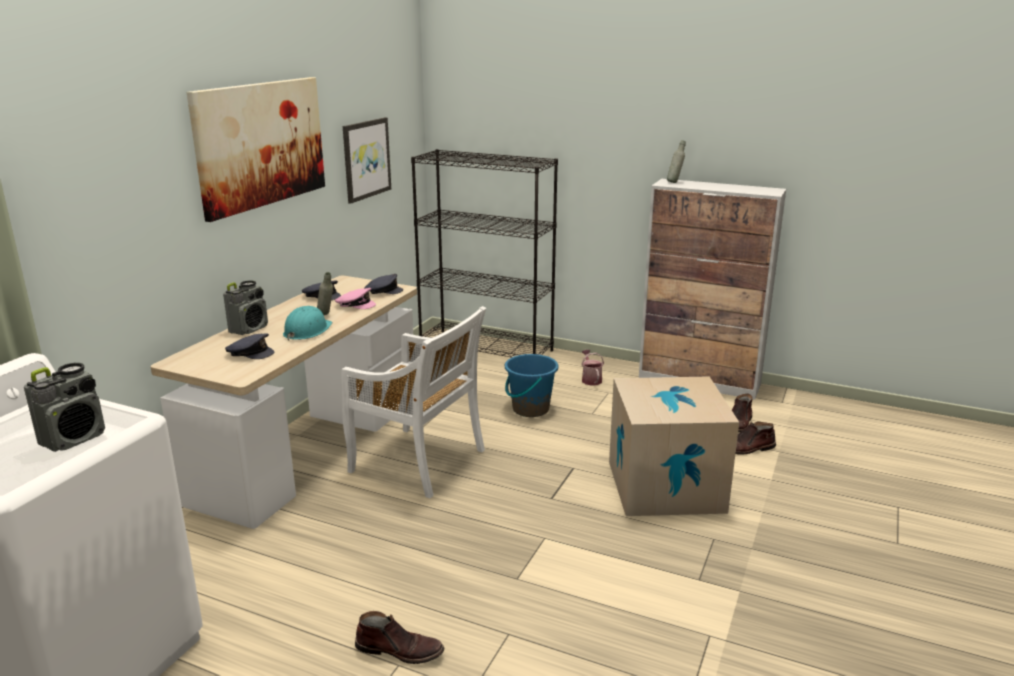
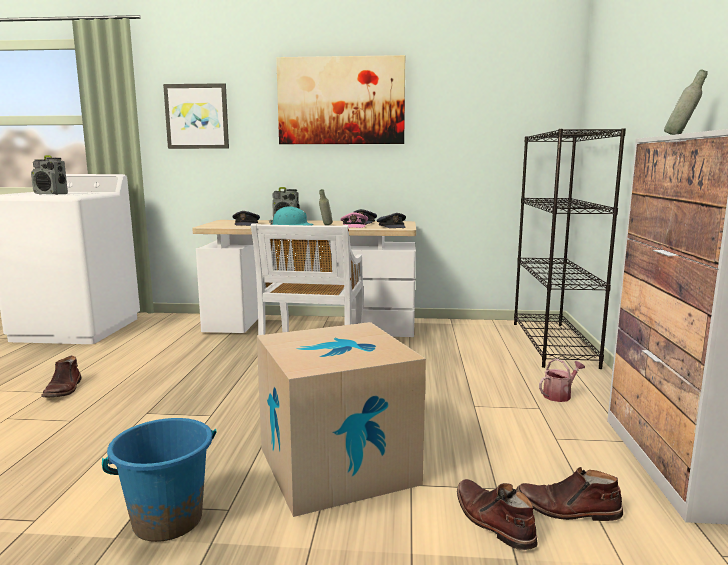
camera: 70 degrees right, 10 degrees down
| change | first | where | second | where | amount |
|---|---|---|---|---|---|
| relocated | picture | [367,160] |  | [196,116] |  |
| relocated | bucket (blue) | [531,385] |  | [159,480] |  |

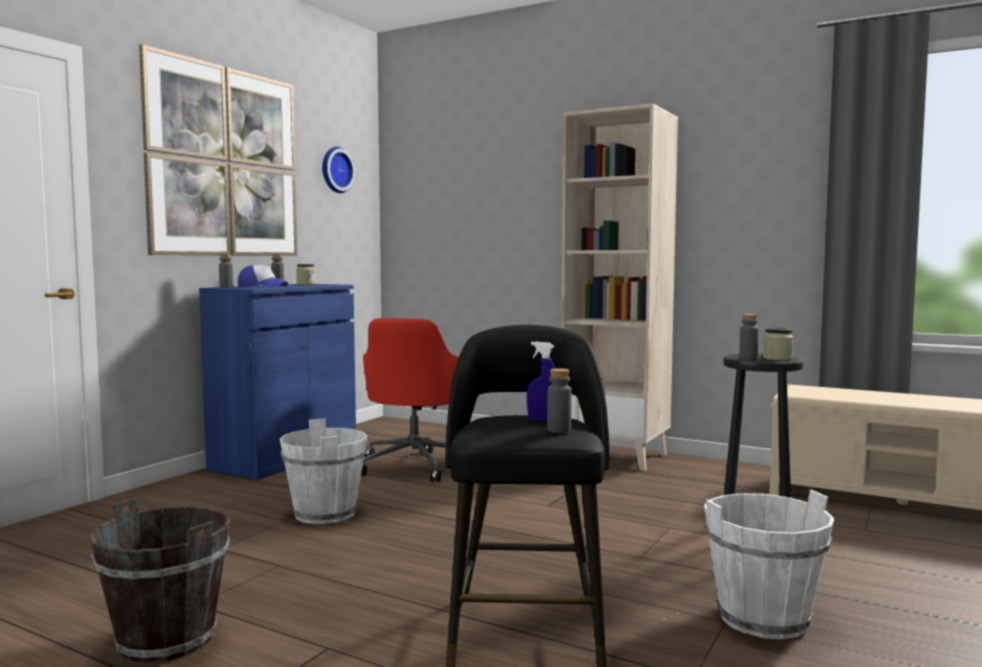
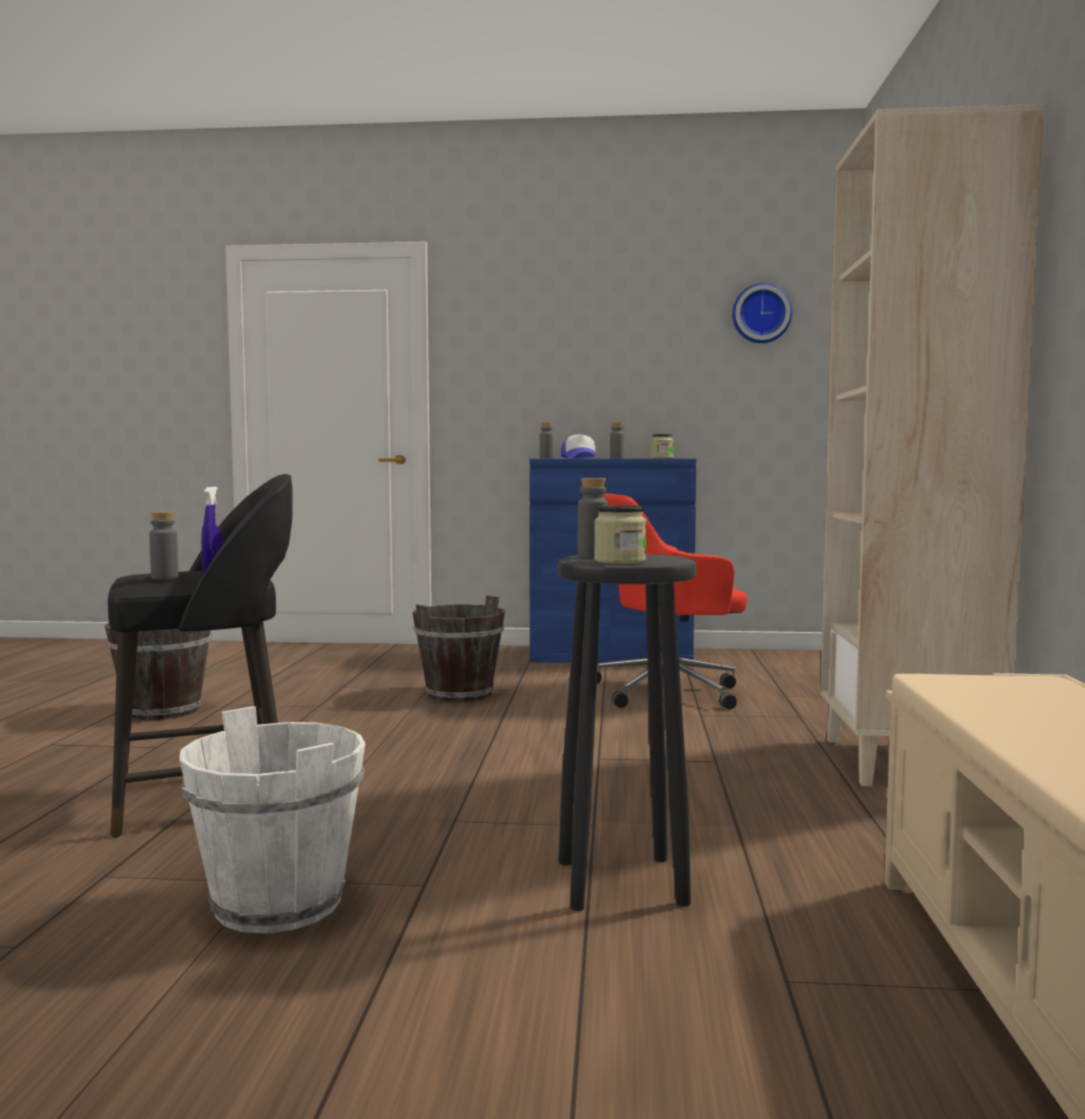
camera: 65 degrees right, 0 degrees up
| change | first | where | second | where | amount |
|---|---|---|---|---|---|
| missing | picture | [218,150] |  |  |  |
| colour | bucket (white) | [323,471] | bucket (brown) | [458,648] |  |

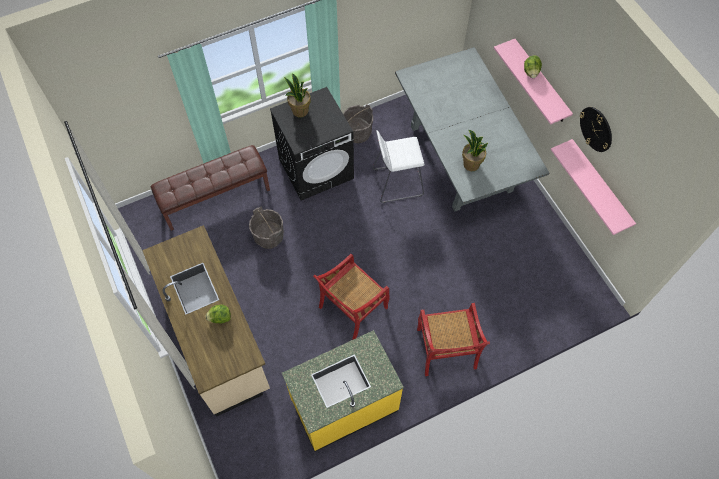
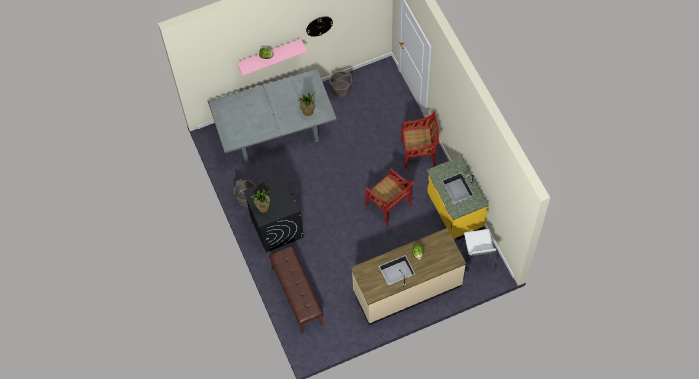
camera: 85 degrees left, 0 degrees up
| change | first | where | second | where | amount |
|---|---|---|---|---|---|
| relocated | bucket (grey) | [266,227] |  | [340,84] |  |
| relocated | stool (white) | [398,167] |  | [477,252] |  |
| missing | shelf (pink) | [593,187] |  |  |  |

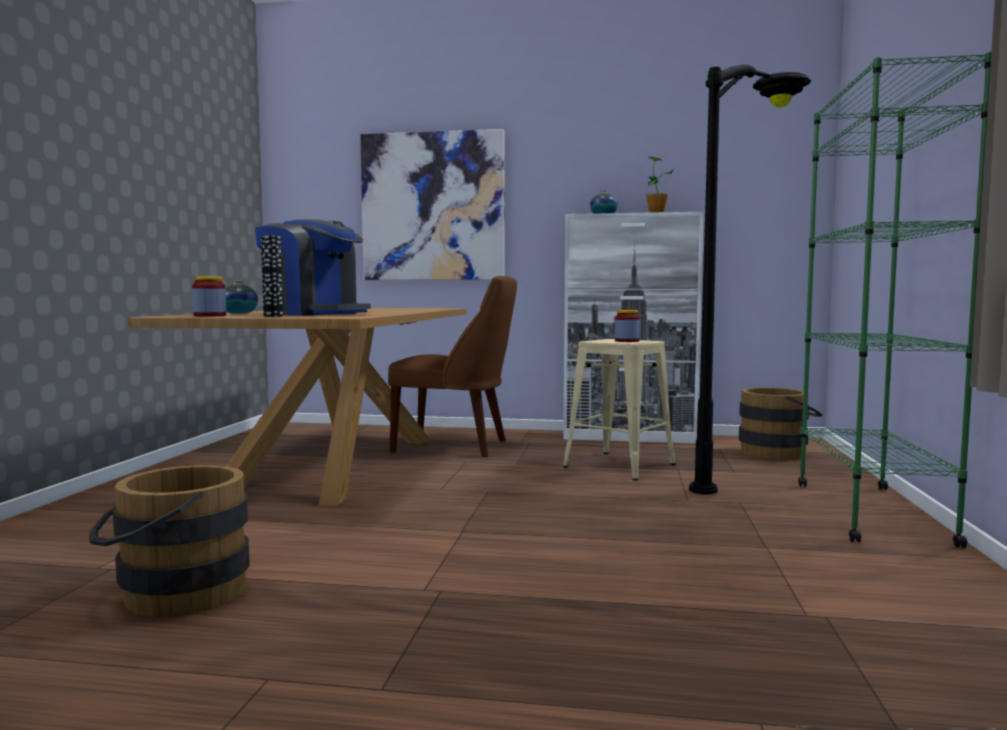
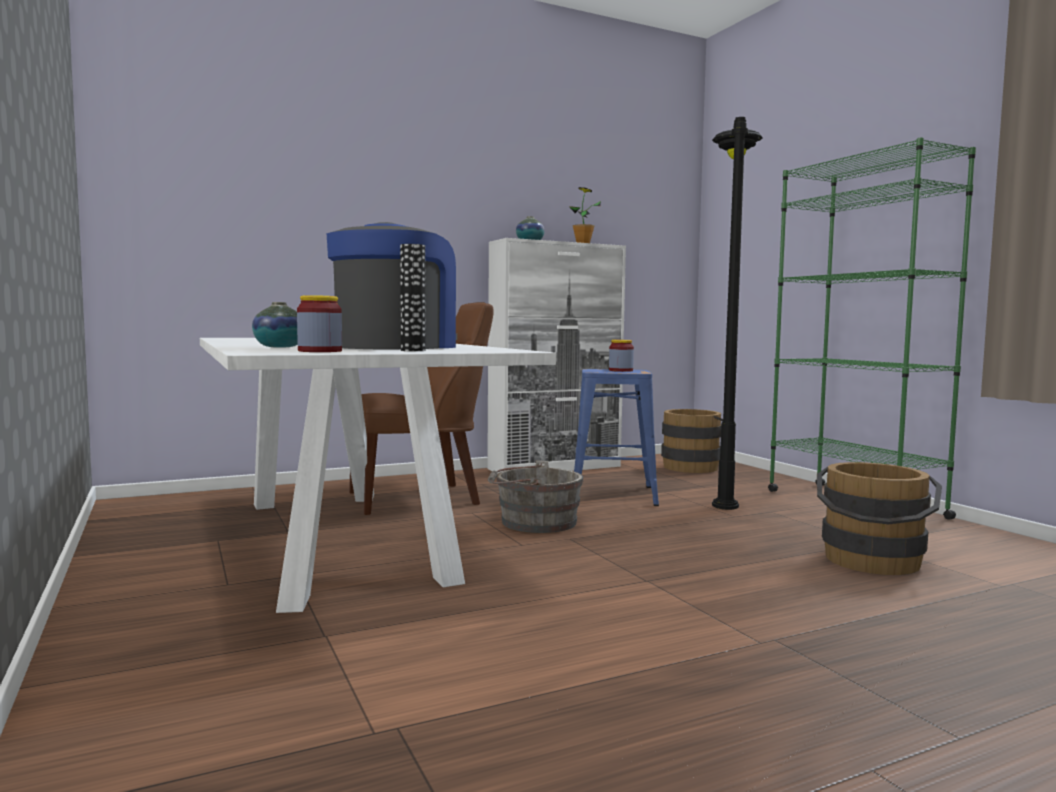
camera: 35 degrees left, 0 degrees up
| change | first | where | second | where | amount |
|---|---|---|---|---|---|
| relocated | bucket (brown) | [169,541] |  | [879,518] |  |
| colour | dining table (brown) | [297,407] | dining table (white) | [378,475] |  |
| spun | coffee machine | [313,267] |  | [391,286] | 60 degrees counterclockwise |
| missing | picture | [433,204] |  |  |  |
| colour | stool (beige) | [619,410] | stool (blue) | [616,437] |  |
| appeared |  |  | bucket (grey) | [536,496] |  |

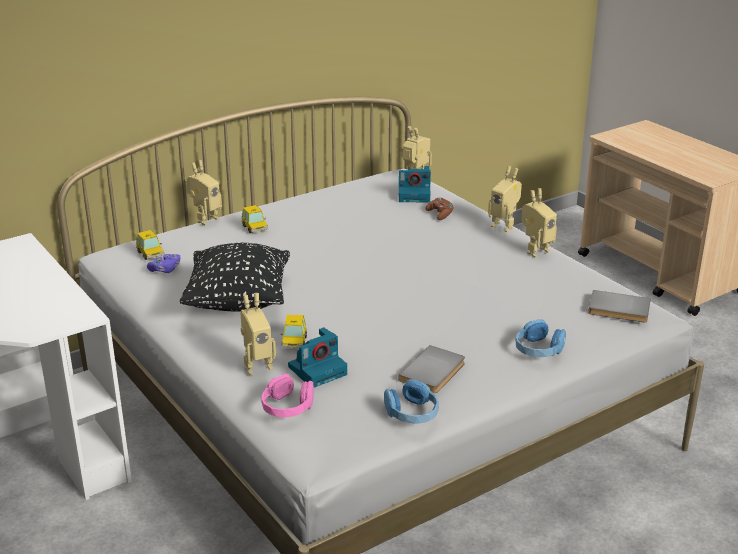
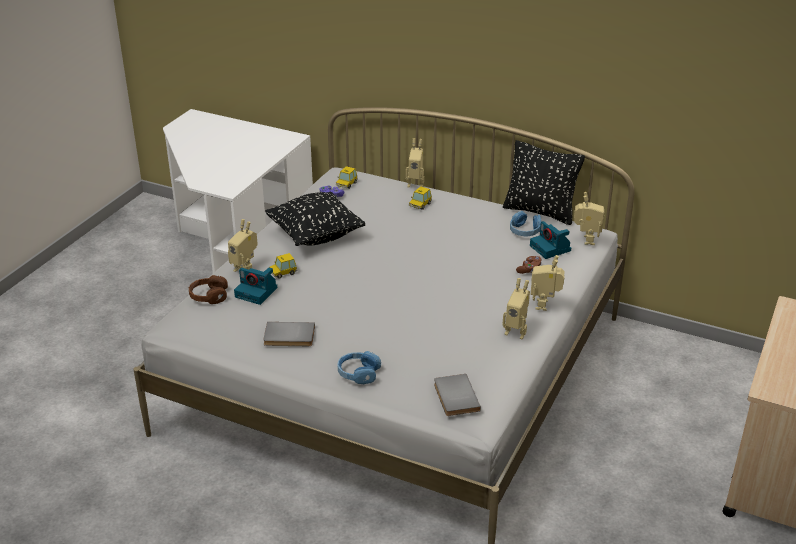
camera: 60 degrees right, 5 degrees up
| change | first | where | second | where | amount |
|---|---|---|---|---|---|
| colour | headphones (pink) | [287,395] | headphones (brown) | [208,289] |  |
| relocated | headphones (blue) | [411,401] |  | [526,223] |  |
| appeared |  |  | pillow (black) | [544,182] |  |

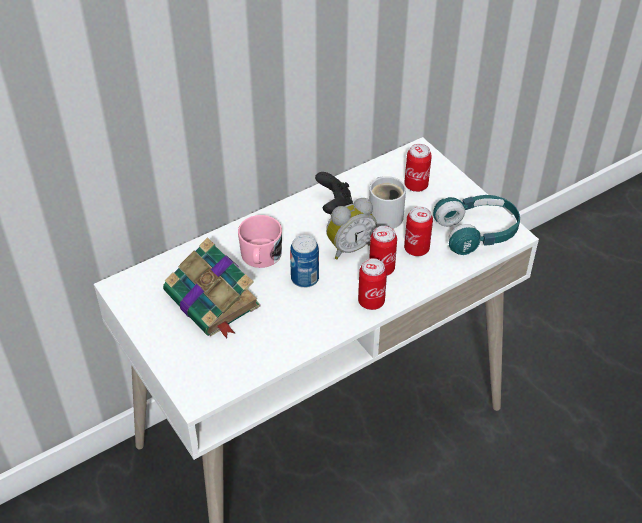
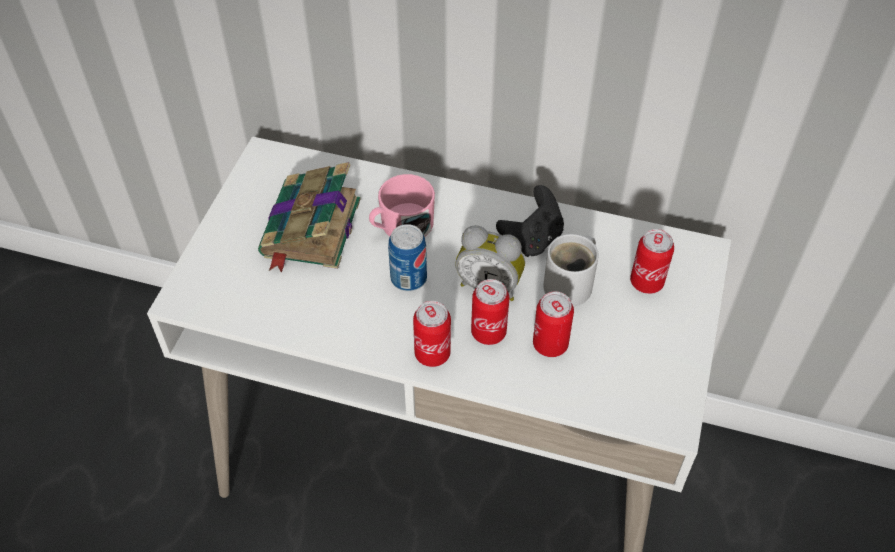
camera: 50 degrees right, 5 degrees up
| change | first | where | second | where | amount |
|---|---|---|---|---|---|
| missing | headphones (turquoise) | [476,225] |  |  |  |

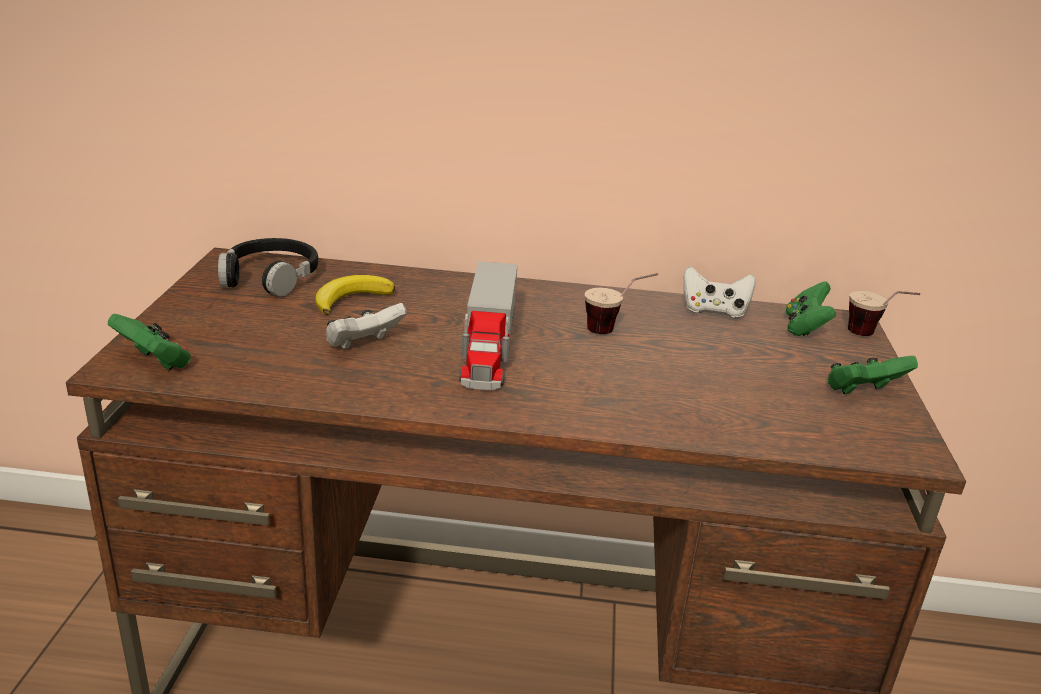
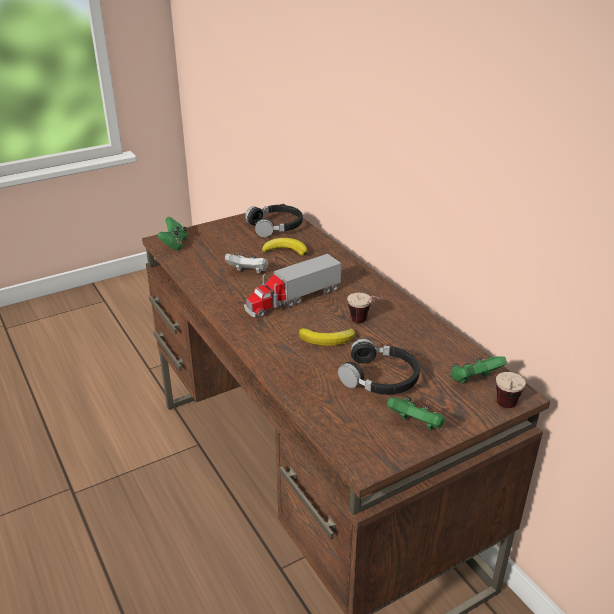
camera: 55 degrees right, 5 degrees up
| change | first | where | second | where | amount |
|---|---|---|---|---|---|
| missing | game controller (white) | [719,292] |  |  |  |
| appeared |  |  | banana | [327,337] |  |
| appeared |  |  | headphones (black) | [379,367] |  |

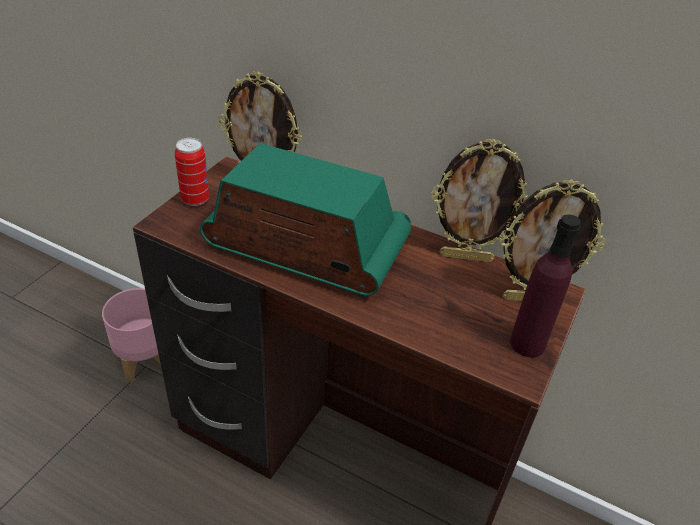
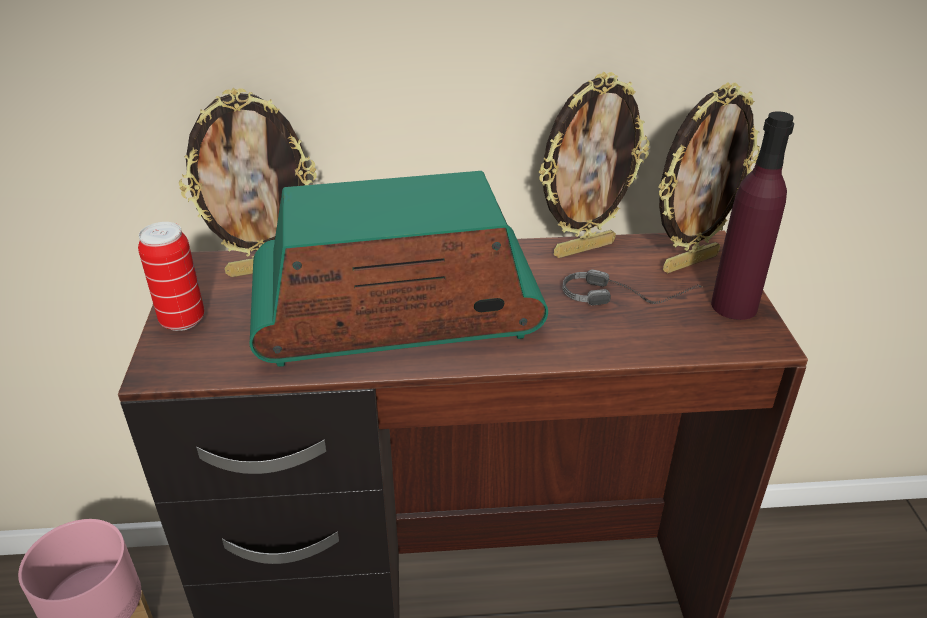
camera: 30 degrees left, 5 degrees down
| change | first | where | second | where | amount |
|---|---|---|---|---|---|
| appeared |  |  | headphones | [632,287] |  |

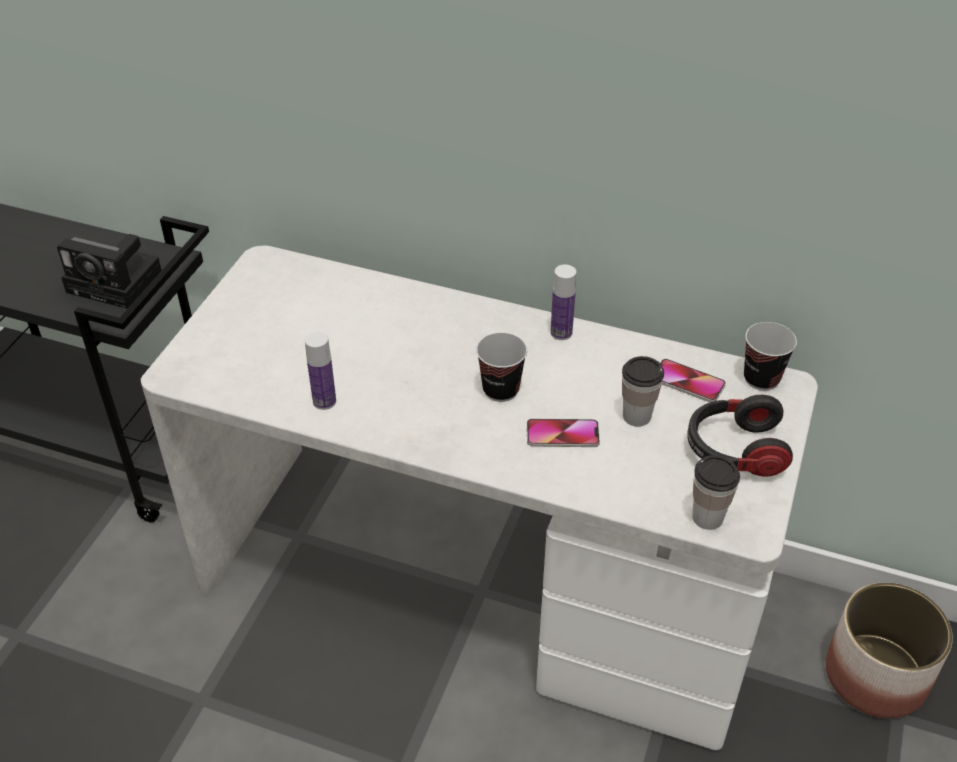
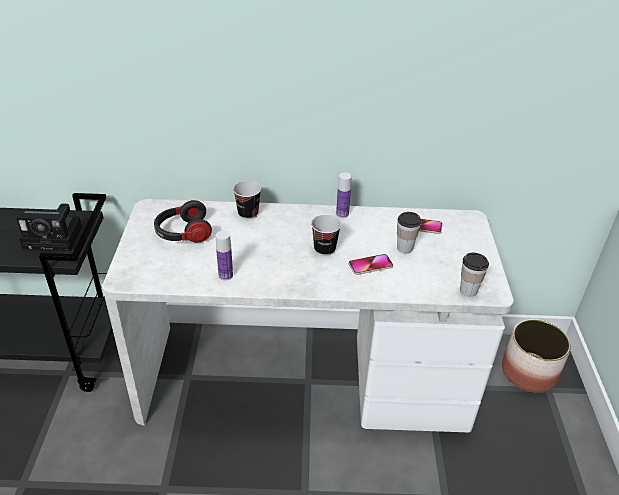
camera: 20 degrees left, 5 degrees down
| change | first | where | second | where | amount |
|---|---|---|---|---|---|
| relocated | headphones | [740,436] |  | [183,221] |  |
| relocated | cup | [770,356] |  | [247,200] |  |

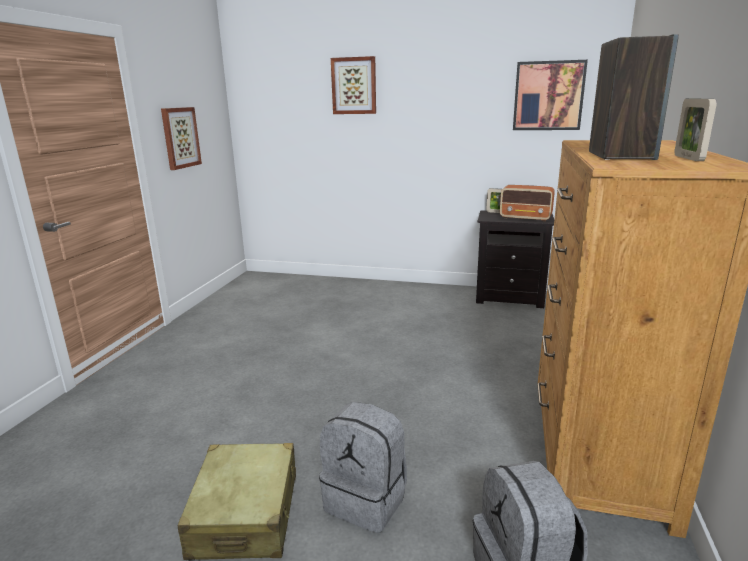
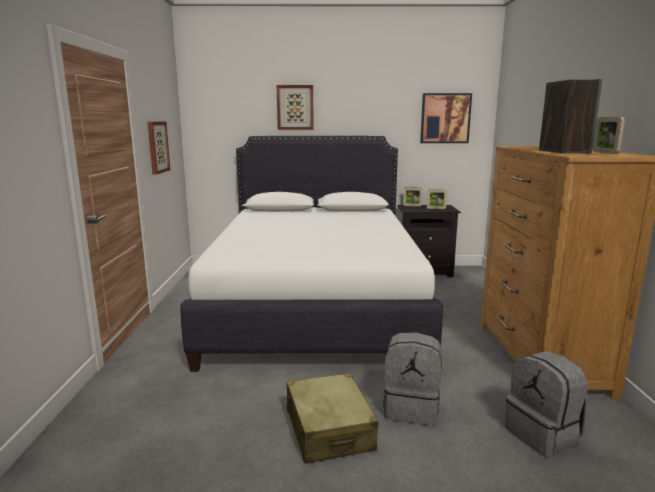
camera: 15 degrees left, 5 degrees down
| change | first | where | second | where | amount |
|---|---|---|---|---|---|
| exchanged | radio | [527,203] | picture frame | [437,199] |  |
| appeared |  |  | bed (white) | [312,254] |  |

